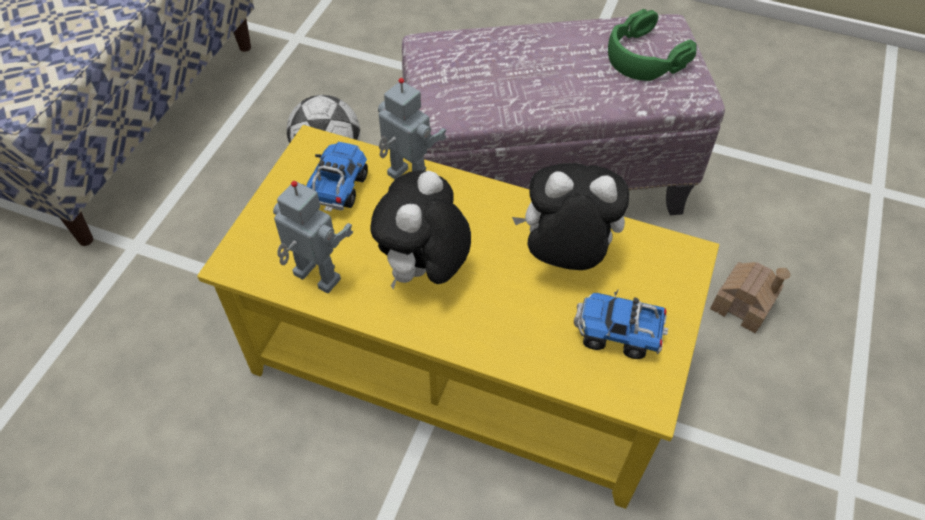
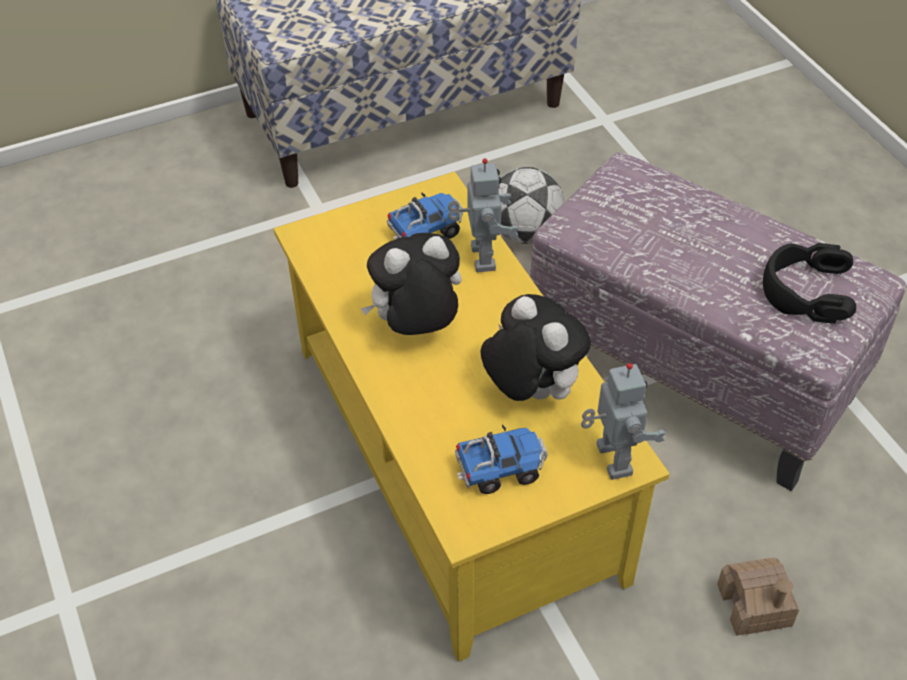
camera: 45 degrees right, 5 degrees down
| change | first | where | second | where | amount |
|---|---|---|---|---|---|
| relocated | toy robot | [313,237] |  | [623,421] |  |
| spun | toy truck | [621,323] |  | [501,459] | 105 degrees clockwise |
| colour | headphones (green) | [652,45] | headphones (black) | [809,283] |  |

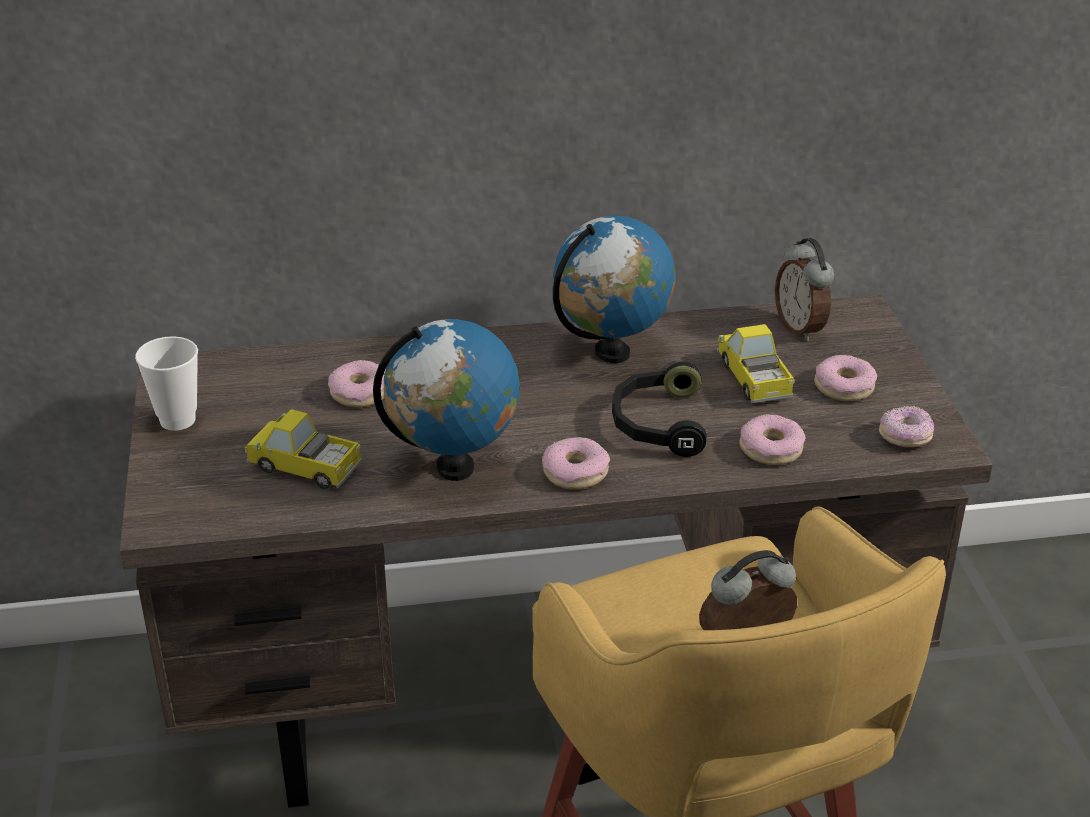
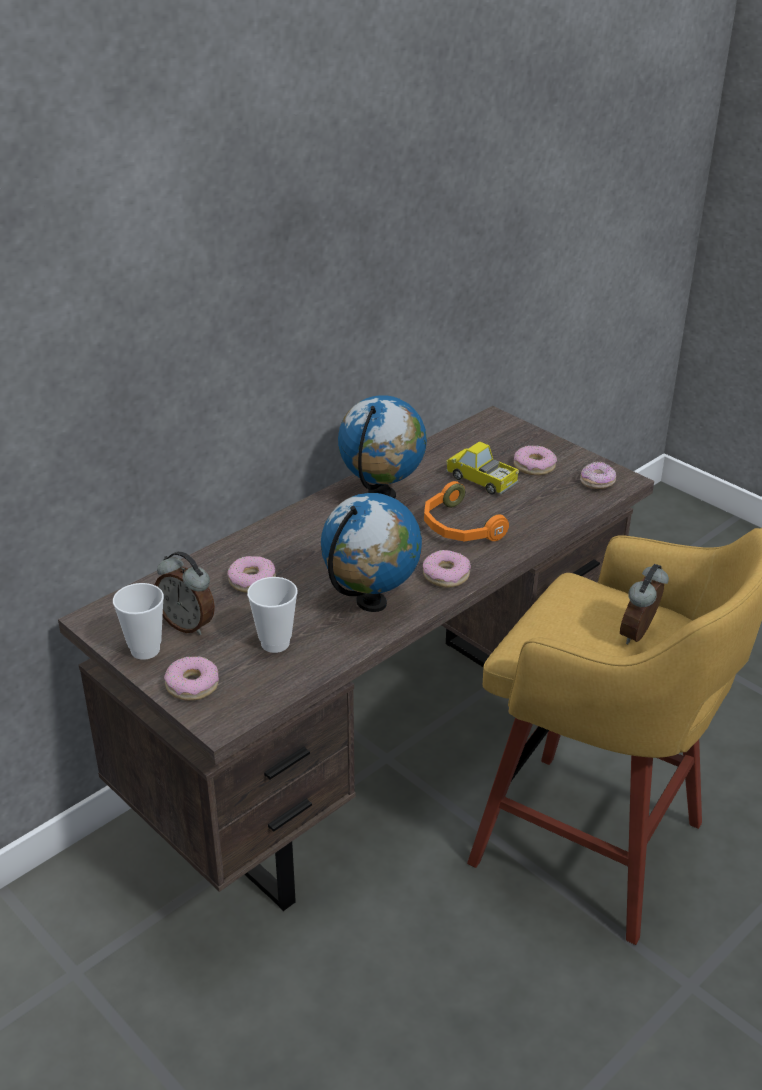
camera: 35 degrees left, 0 degrees up
| change | first | where | second | where | amount |
|---|---|---|---|---|---|
| exchanged | toy truck | [303,449] | cup | [272,615] |  |
| colour | headphones (black) | [659,409] | headphones (orange) | [466,511] |  |
| relocated | donut | [772,439] |  | [191,678] |  |
| relocated | alarm clock | [804,289] |  | [184,593] |  |

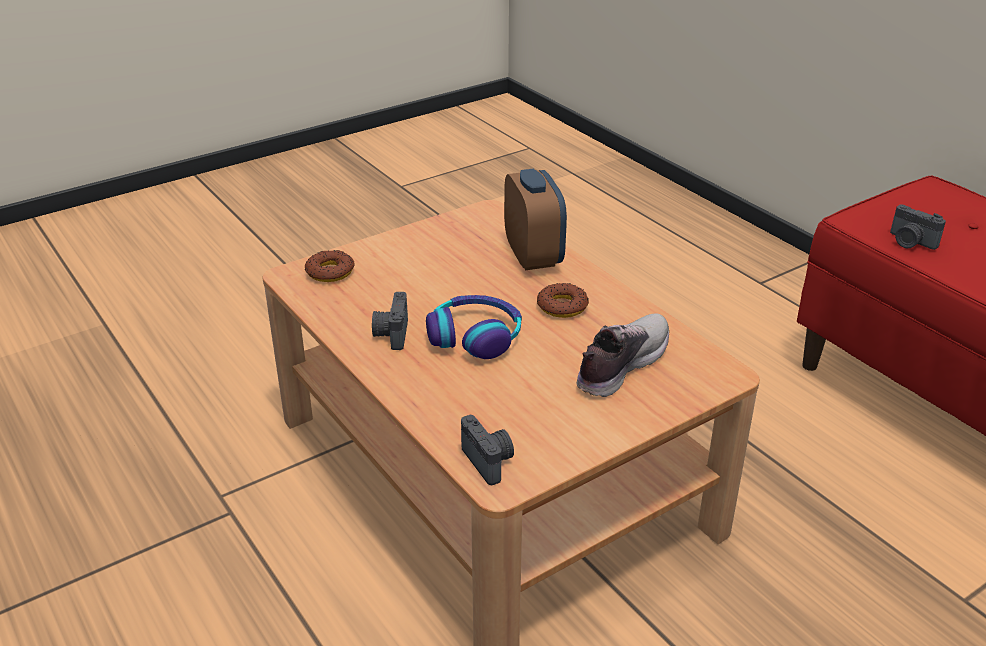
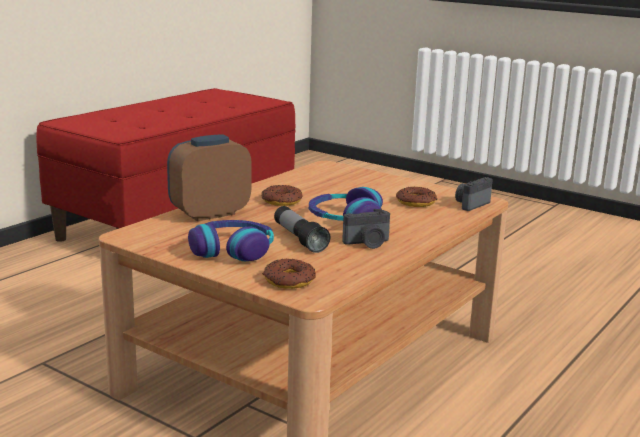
camera: 110 degrees left, 15 degrees down
| change | first | where | second | where | amount |
|---|---|---|---|---|---|
| missing | shoe | [623,355] |  |  |  |
| missing | photo camera | [918,227] |  |  |  |
| appeared |  |  | headphones | [231,240] |  |
| appeared |  |  | flashlight | [302,229] |  |
| appeared |  |  | donut | [416,196] |  |

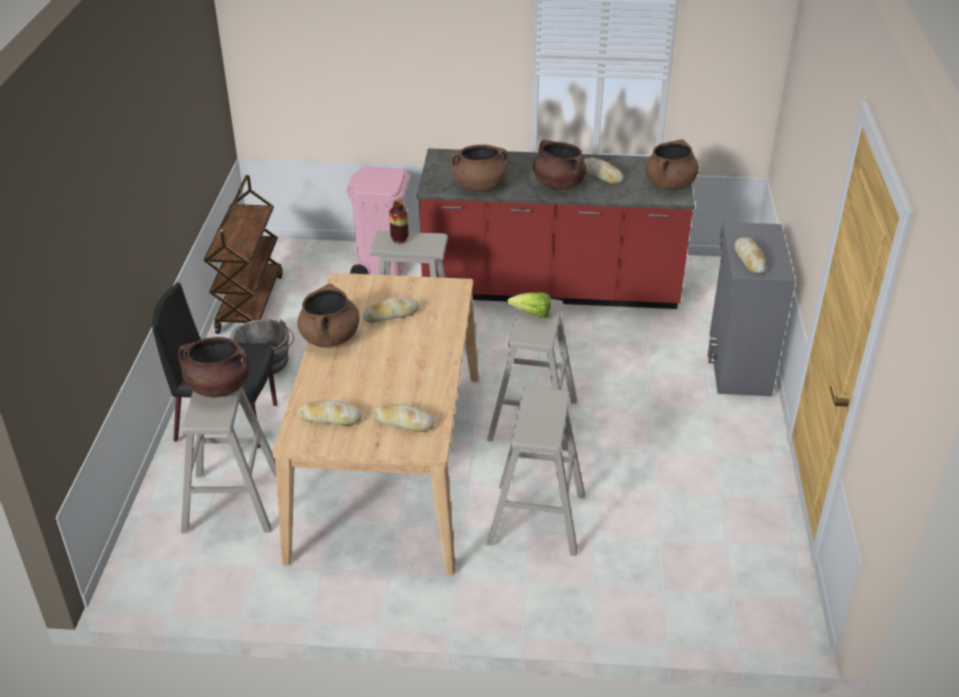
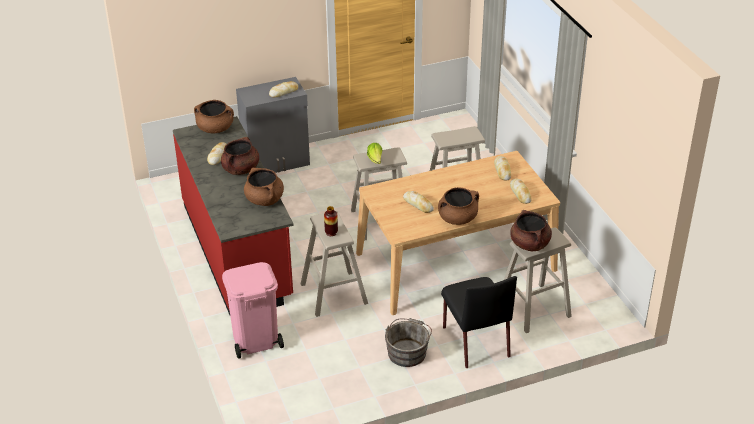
camera: 115 degrees left, 0 degrees up
| change | first | where | second | where | amount |
|---|---|---|---|---|---|
| missing | cart (brown) | [243,254] |  |  |  |

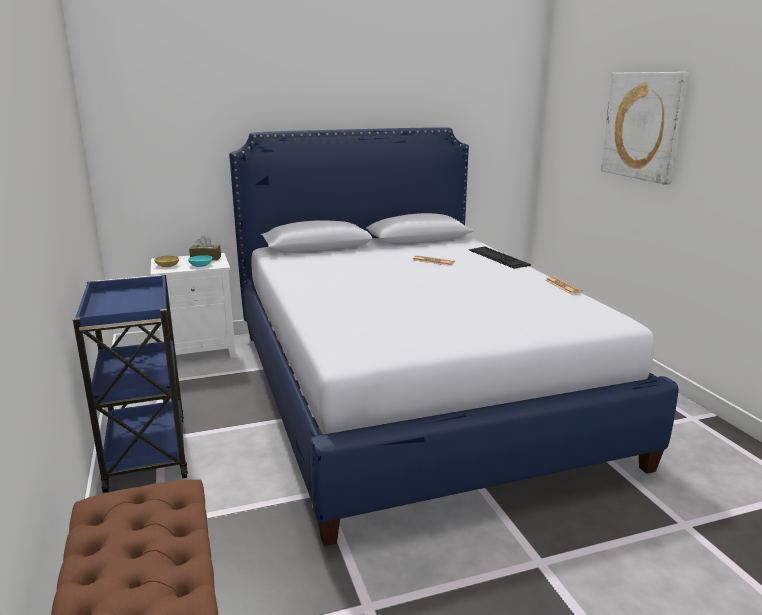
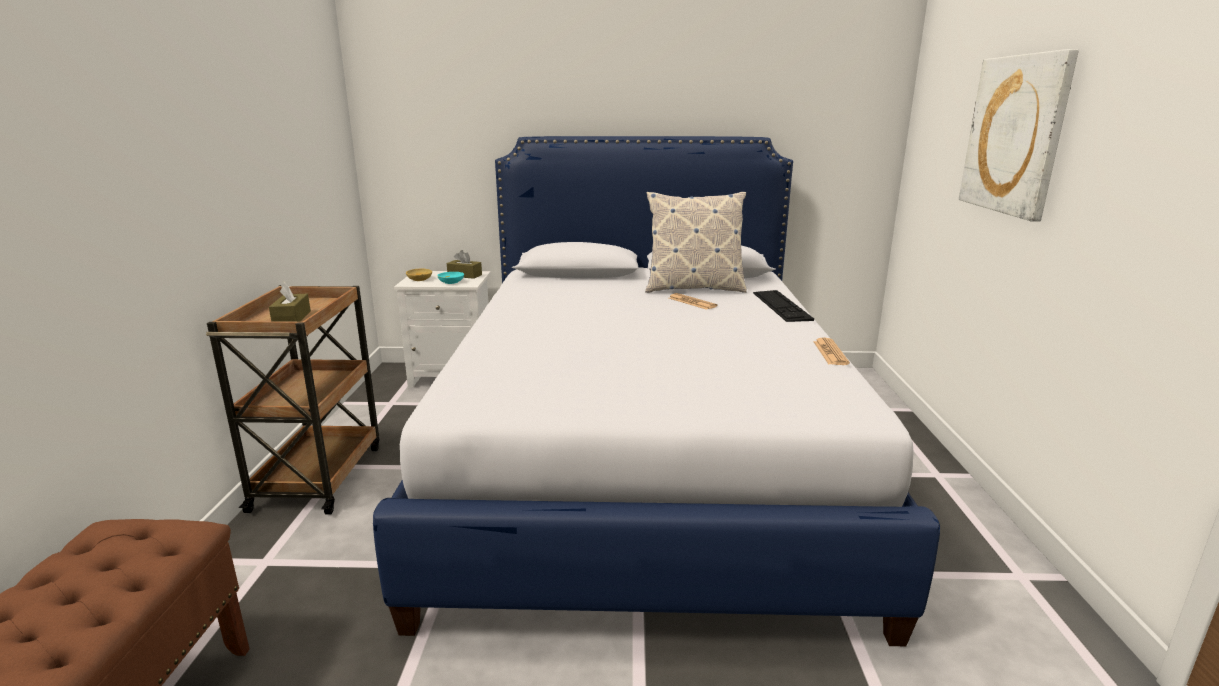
camera: 20 degrees right, 0 degrees up
| change | first | where | second | where | amount |
|---|---|---|---|---|---|
| colour | cart (blue) | [130,383] | cart (brown) | [293,400] |  |
| appeared |  |  | tissue box (brown) | [290,302] |  |
| appeared |  |  | pillow | [696,242] |  |

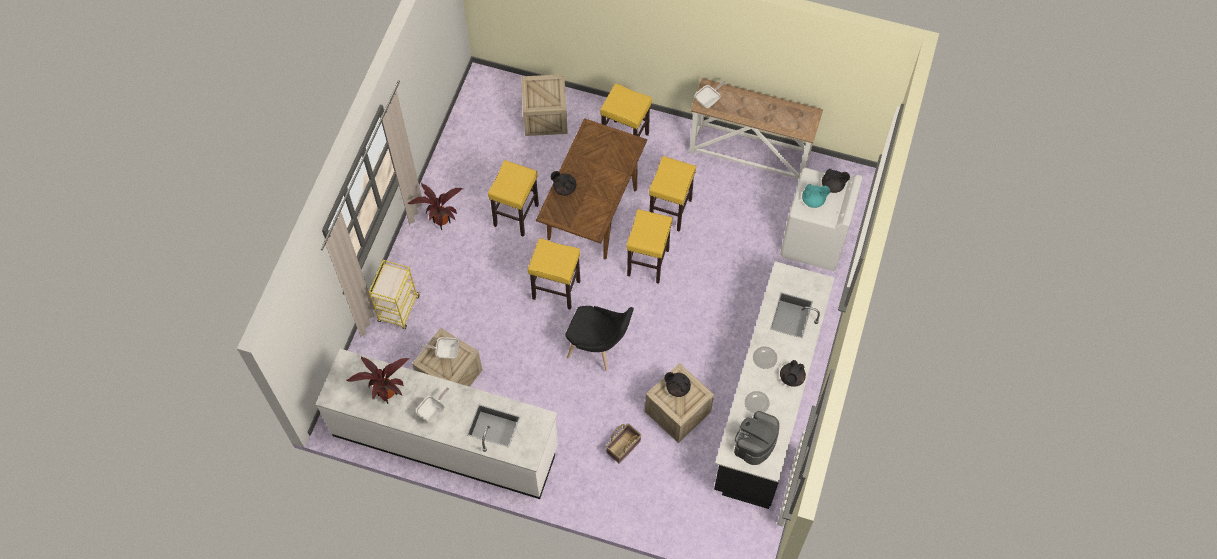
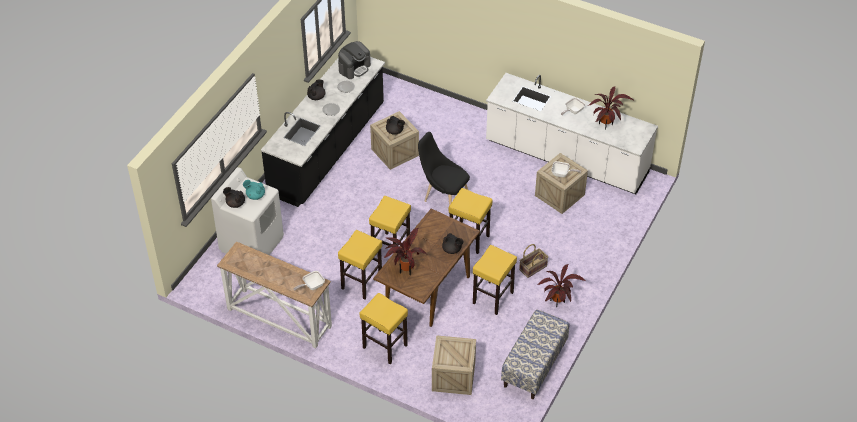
camera: 170 degrees left, 15 degrees down
| change | first | where | second | where | amount |
|---|---|---|---|---|---|
| missing | cart (yellow) | [394,294] |  |  |  |
| relocated | basket | [623,443] |  | [533,261] |  |
| appeared |  |  | potted plant | [405,251] |  |
| appeared |  |  | bench | [535,354] |  |

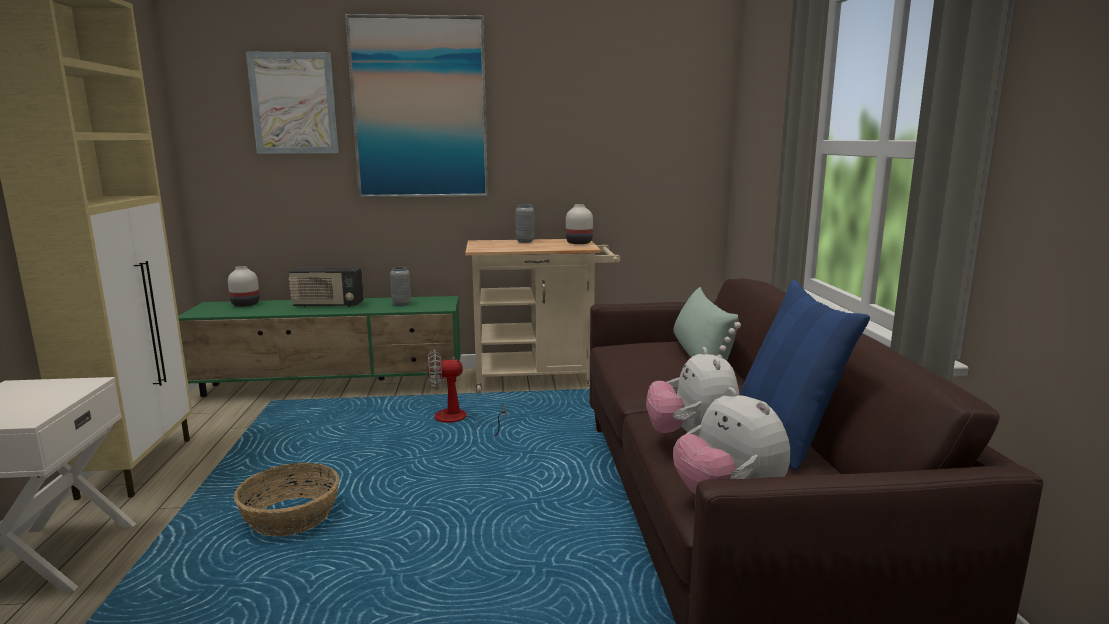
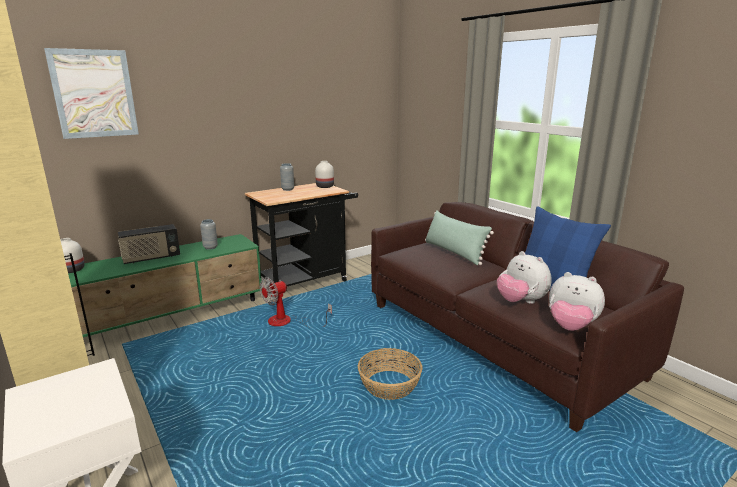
camera: 30 degrees left, 5 degrees up
| change | first | where | second | where | amount |
|---|---|---|---|---|---|
| relocated | basket | [286,500] |  | [390,374] |  |
| missing | picture | [416,106] |  |  |  |
| colour | cart (beige) | [542,316] | cart (black) | [301,240] |  |

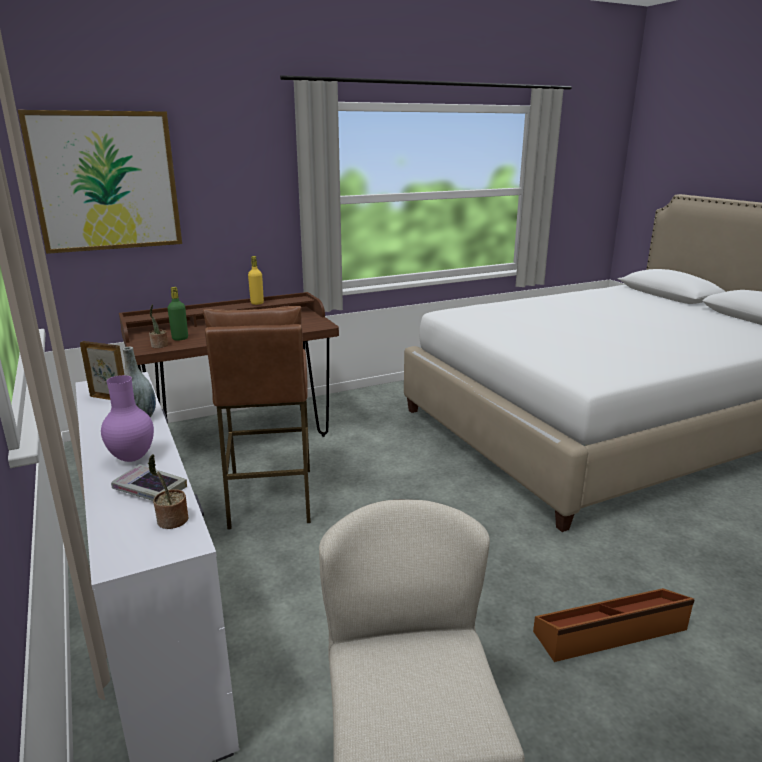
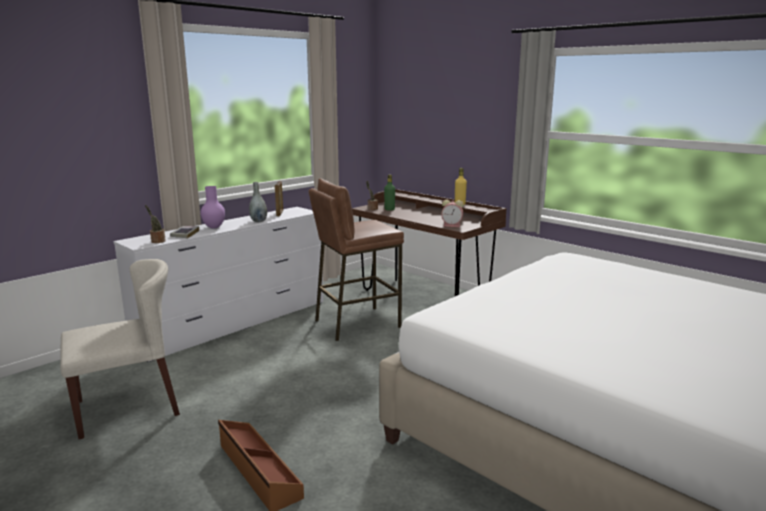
camera: 70 degrees right, 5 degrees down
| change | first | where | second | where | amount |
|---|---|---|---|---|---|
| missing | picture | [100,182] |  |  |  |
| appeared |  |  | alarm clock | [452,213] |  |

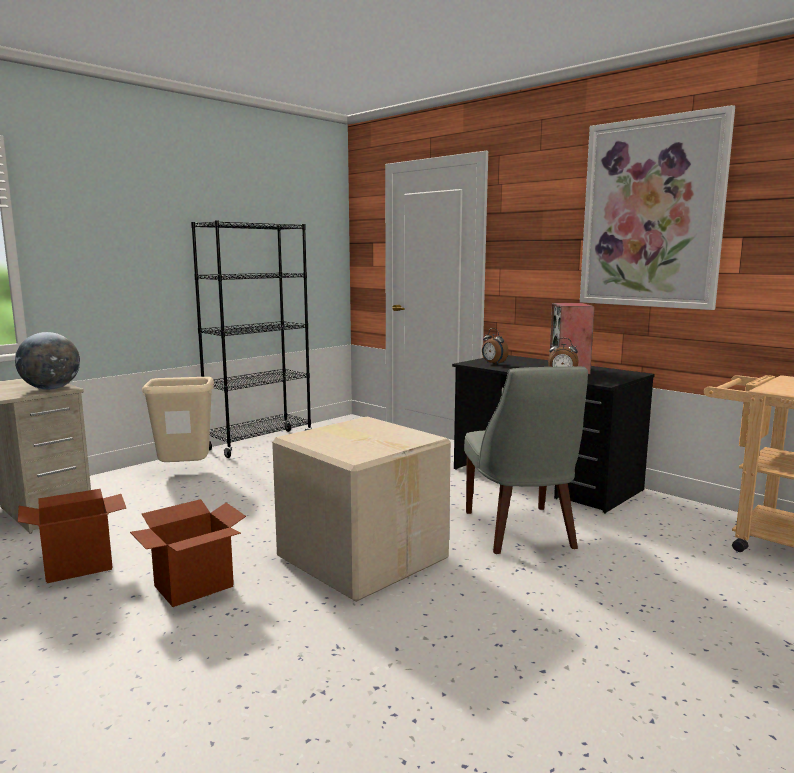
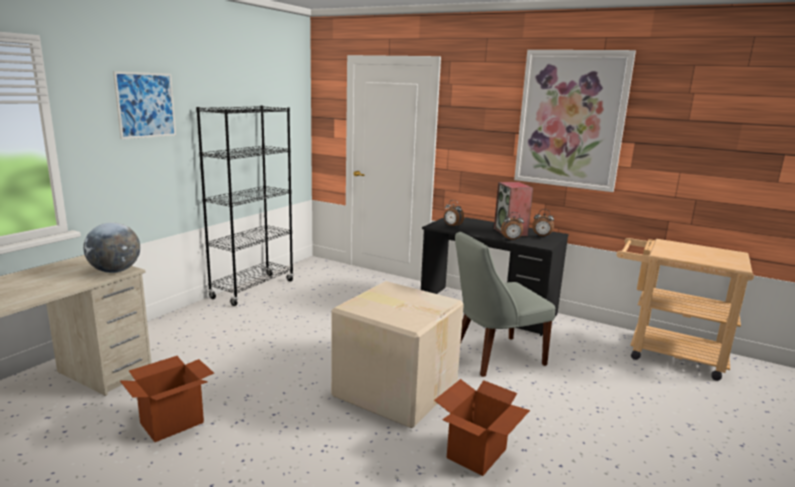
camera: 15 degrees left, 5 degrees up
| change | first | where | second | where | amount |
|---|---|---|---|---|---|
| relocated | cardboard box | [188,553] |  | [482,427] |  |
| missing | trash can (beige) | [178,419] |  |  |  |
| spun | chair (grey) | [526,460] |  | [505,304] | 90 degrees clockwise |
| appeared |  |  | picture | [144,105] |  |
| appeared |  |  | alarm clock | [543,223] |  |

